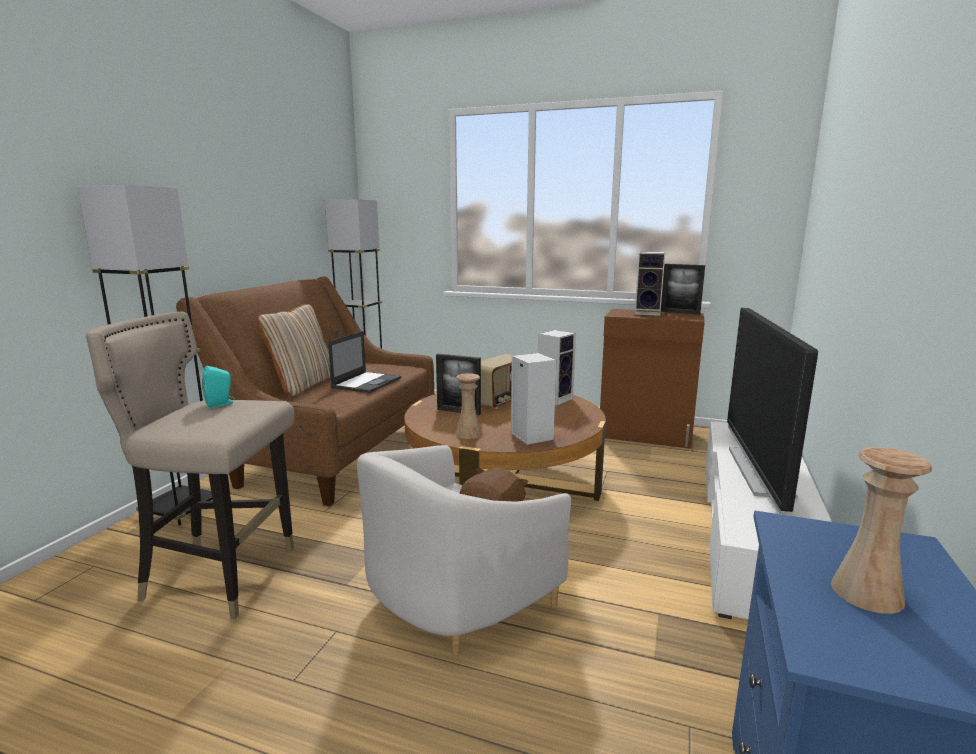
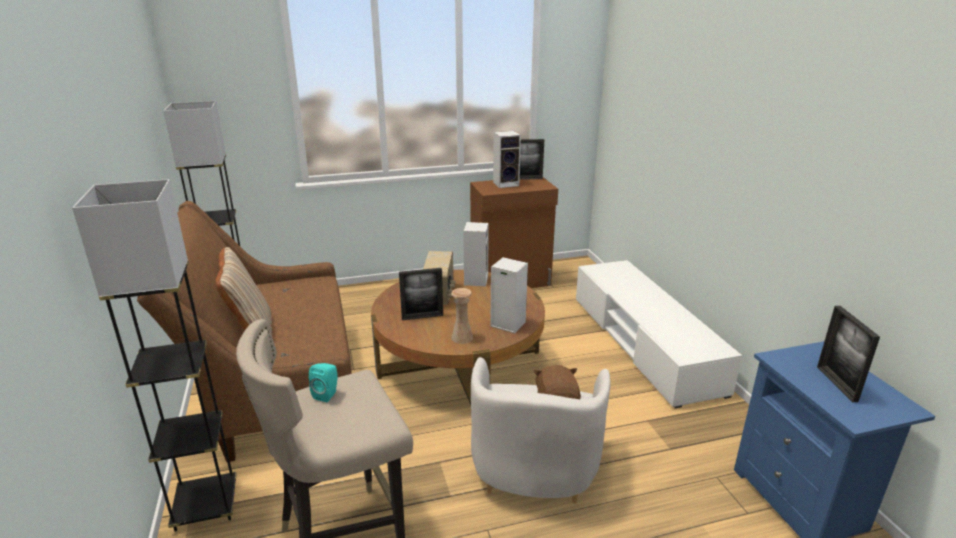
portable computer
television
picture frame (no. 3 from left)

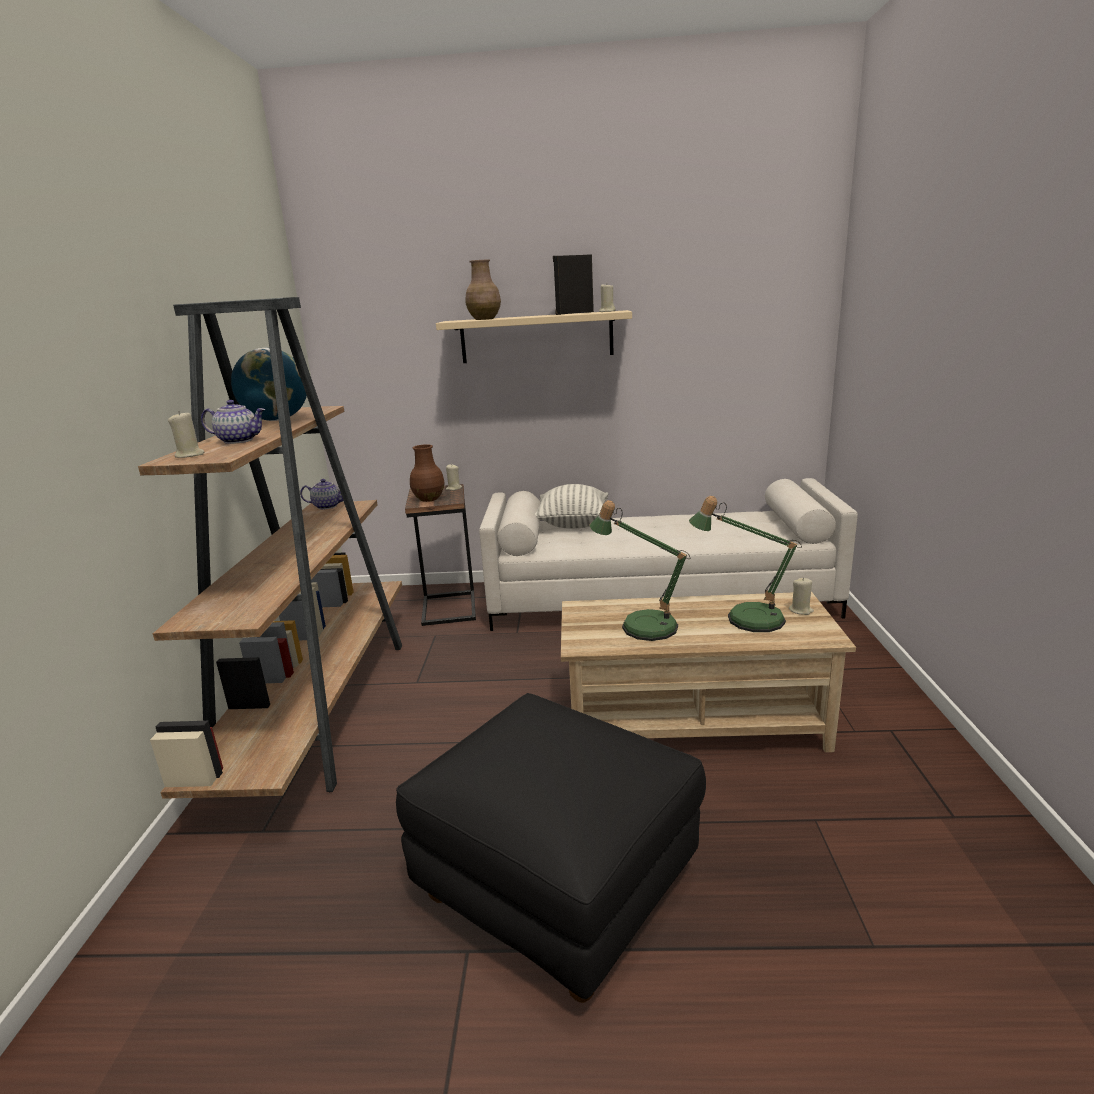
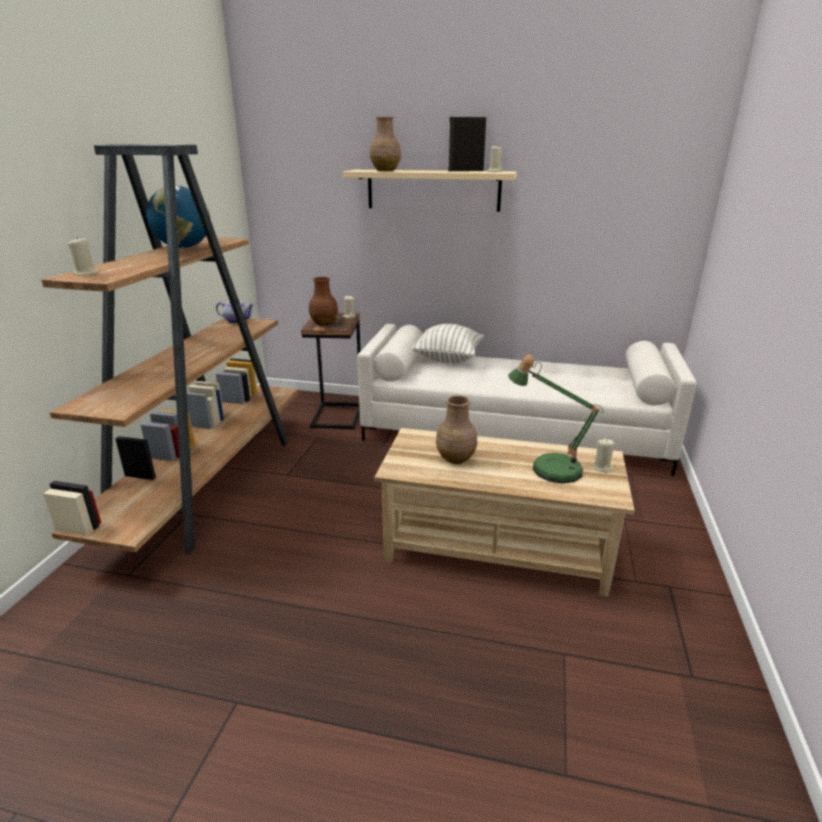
pot for tea (no. 1 from left in the first image)
pouffe in black
decorative vase in brownish (no. 3 from left)

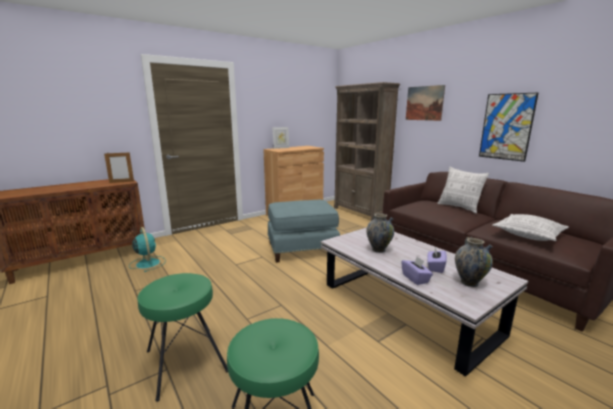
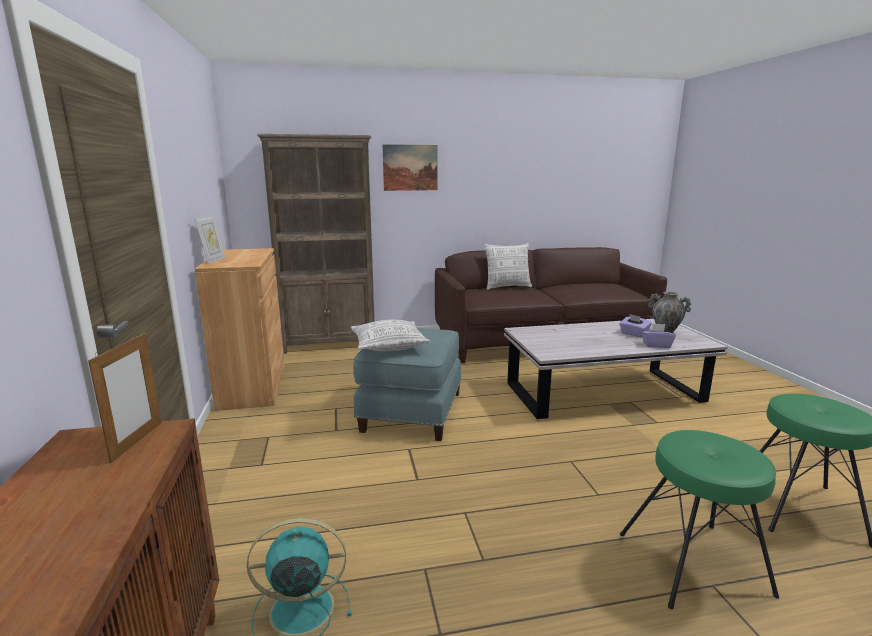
decorative vase (no. 1 from left in the first image)
wall picture (no. 2 from left in the first image)
pillow (no. 1 from left)

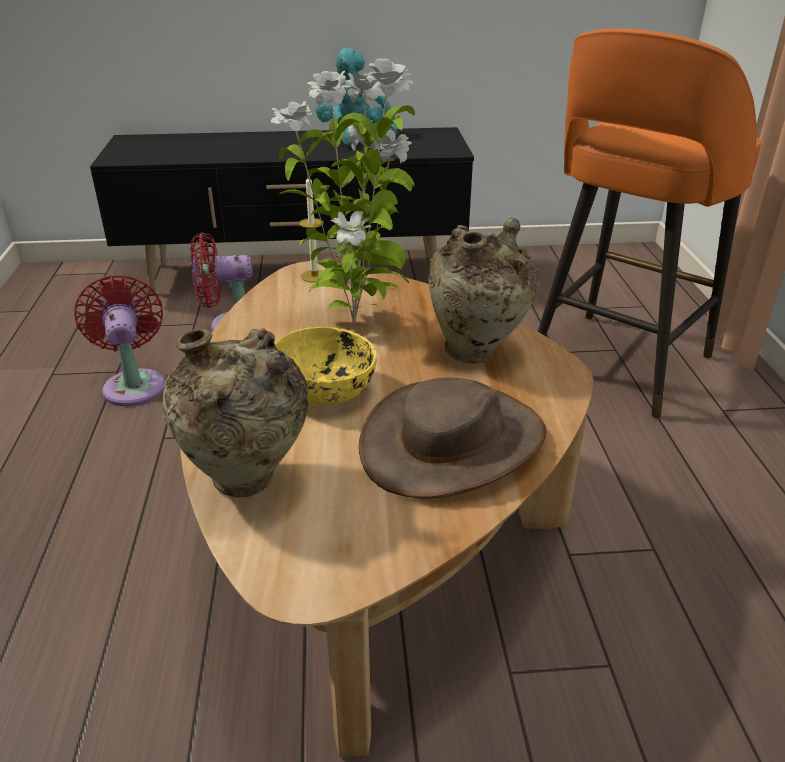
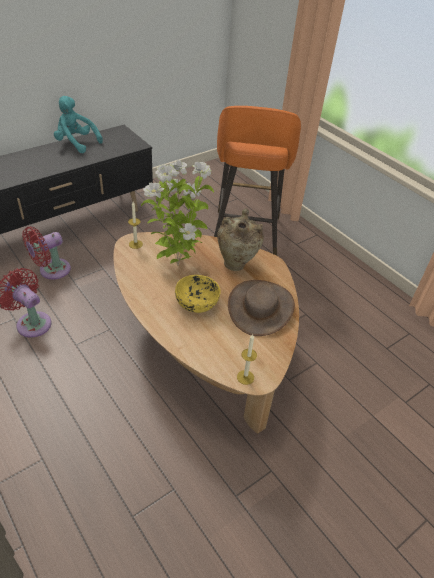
decorative vase in sand-coloured (no. 1 from left in the first image)
candle (no. 2 from left)

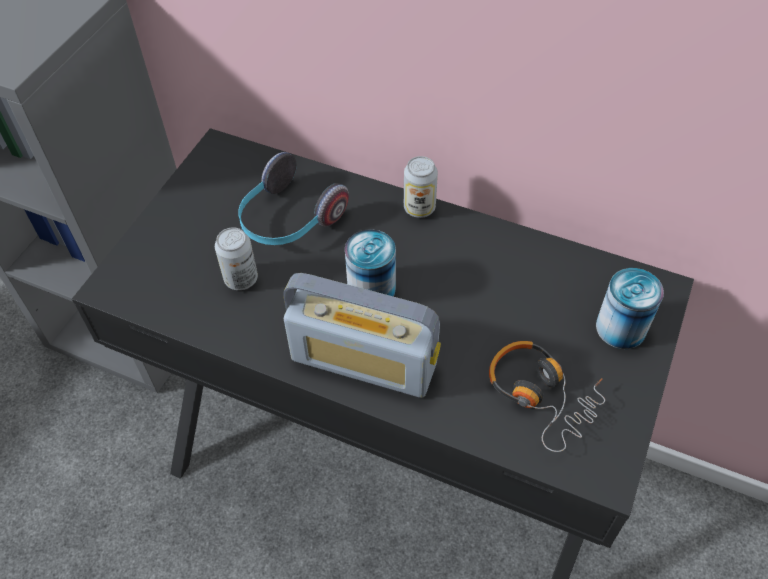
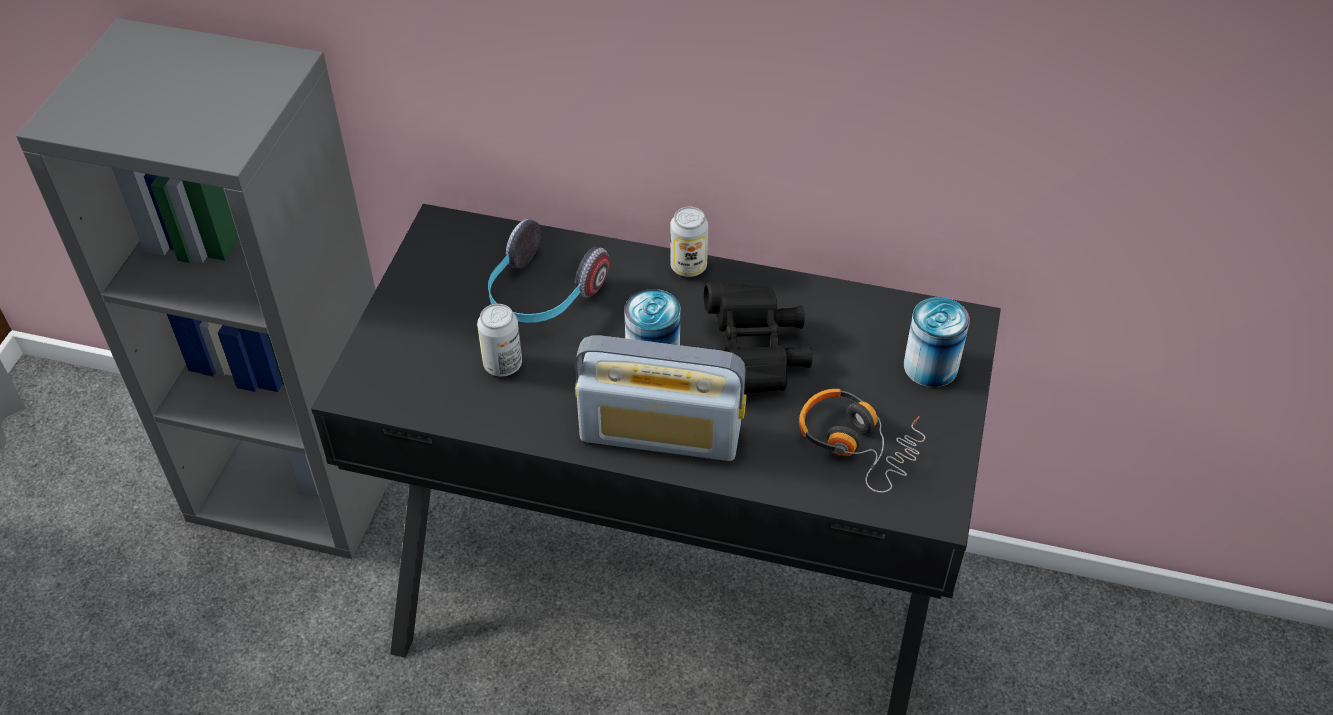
field glasses in black

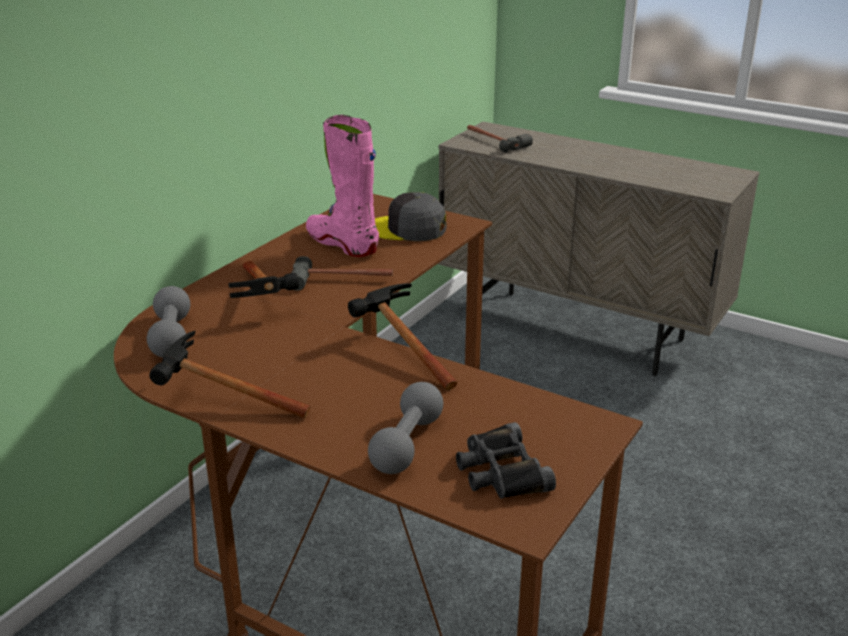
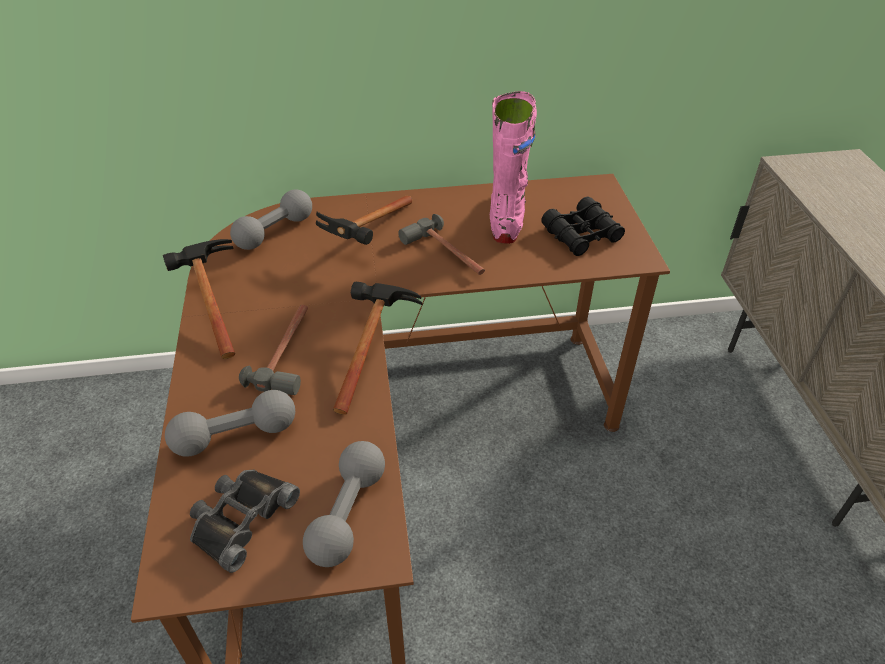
field glasses in black (no. 2 from left)
hand hammer (no. 2 from left)
dumbbell in gray (no. 3 from left)

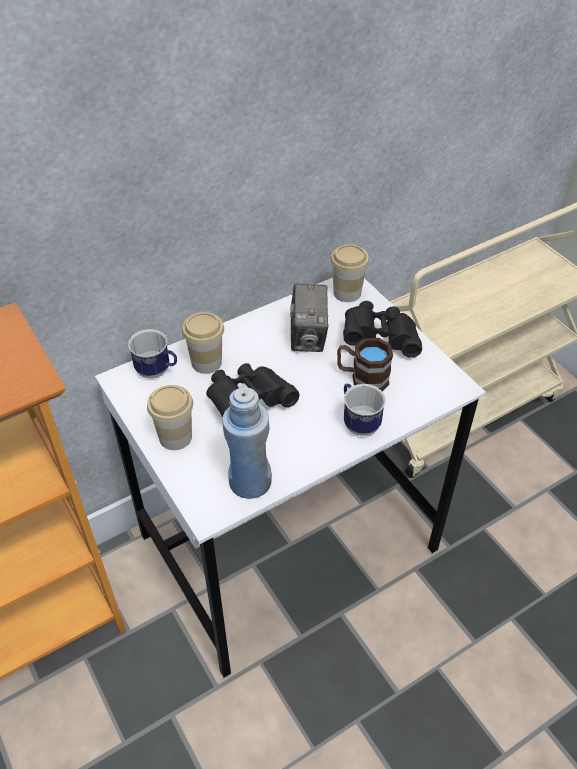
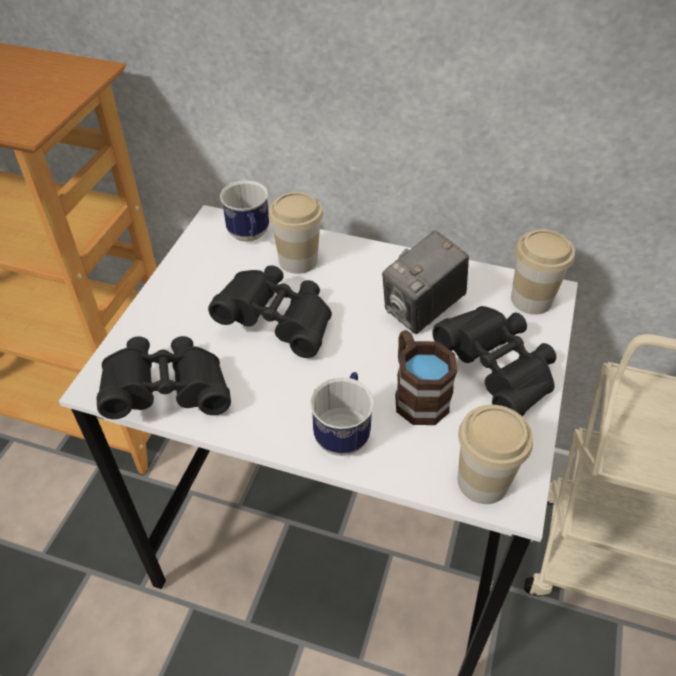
cup (no. 2 from left)
field glasses in black (no. 1 from left)

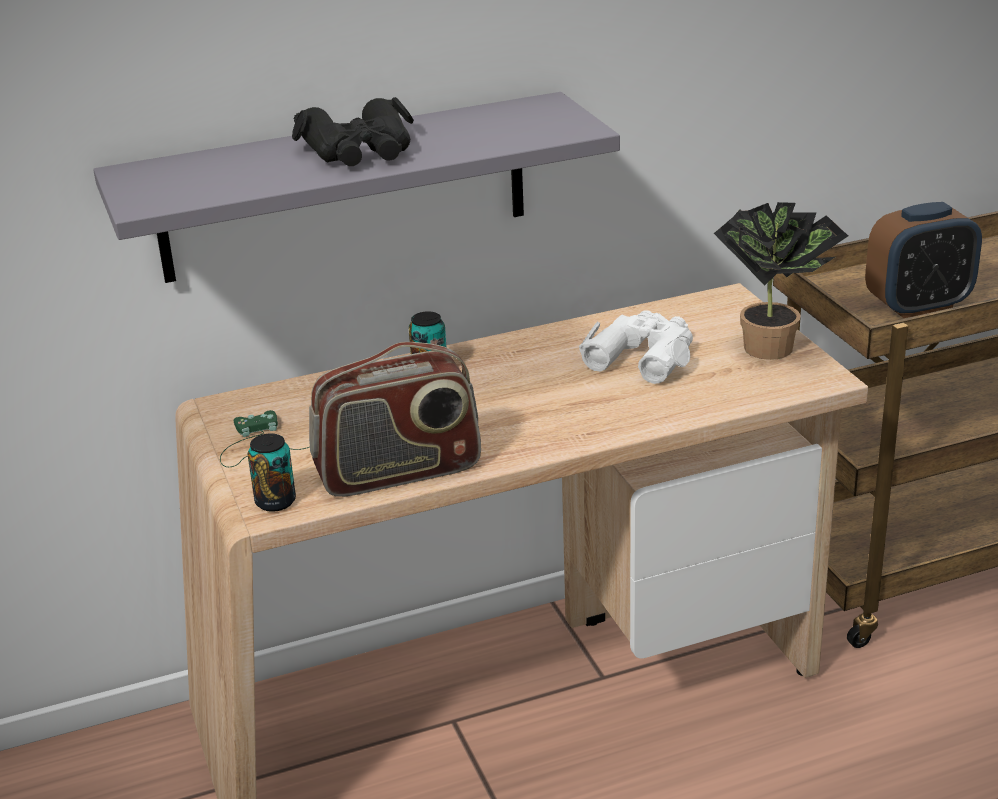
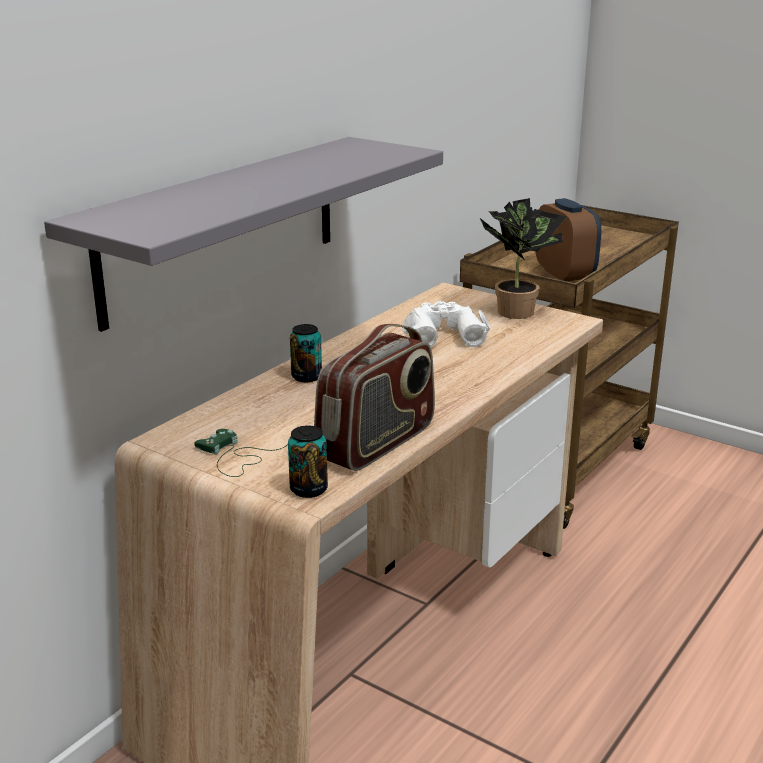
field glasses in black
bedside clock

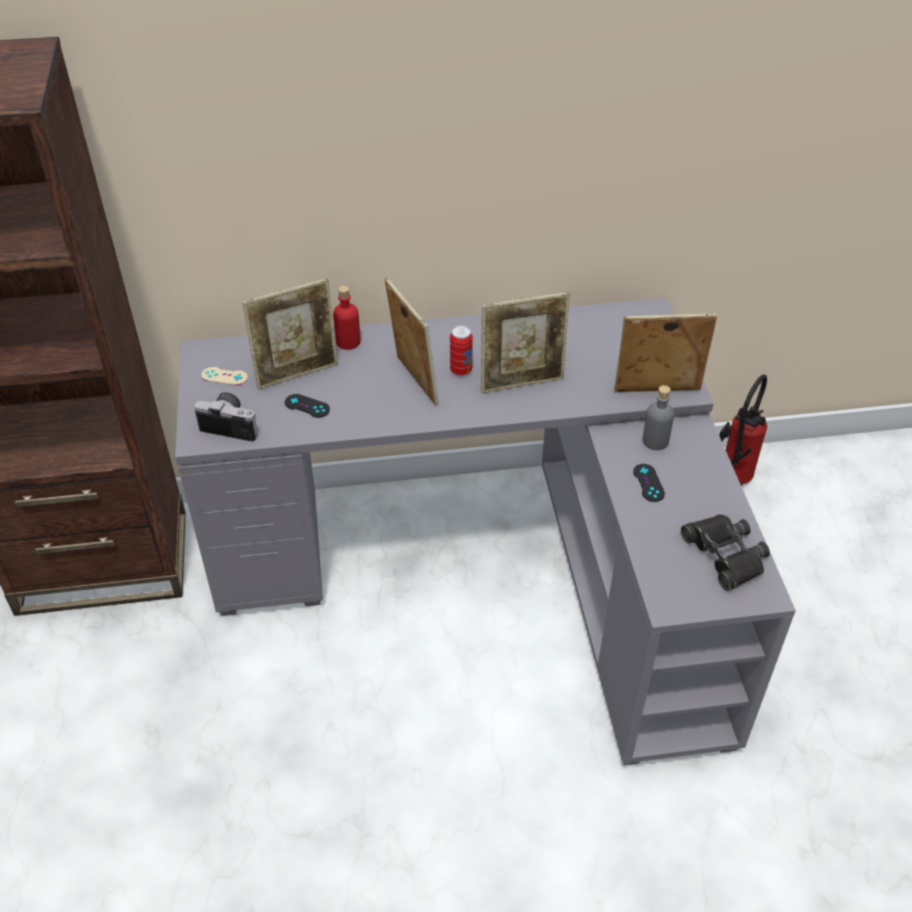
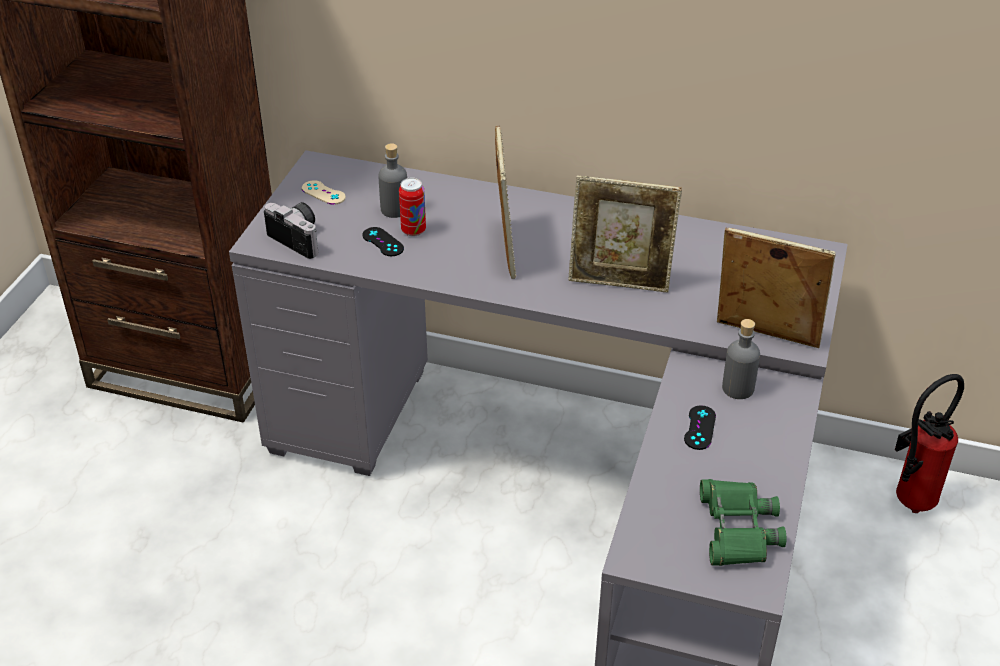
drink bottle in gray (no. 1 from left)
drink bottle in red
can
field glasses in green-coloured

